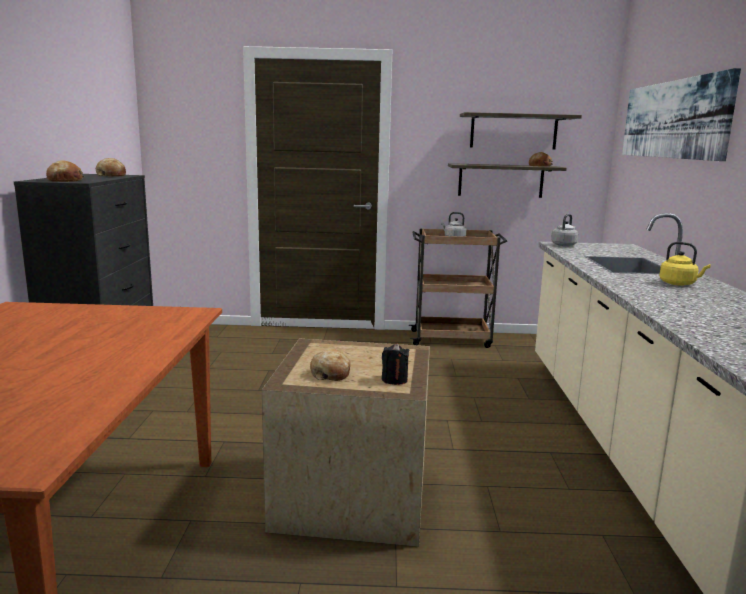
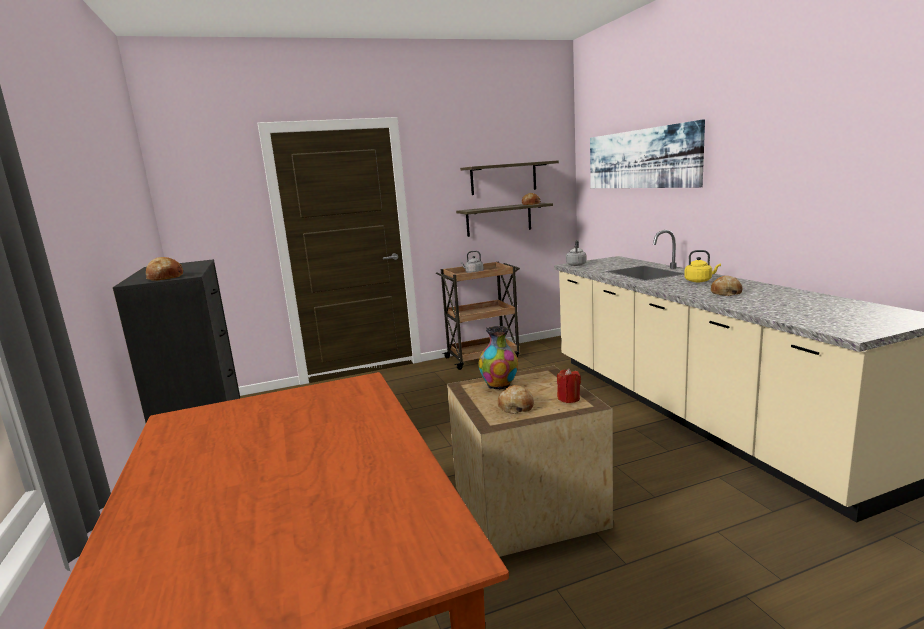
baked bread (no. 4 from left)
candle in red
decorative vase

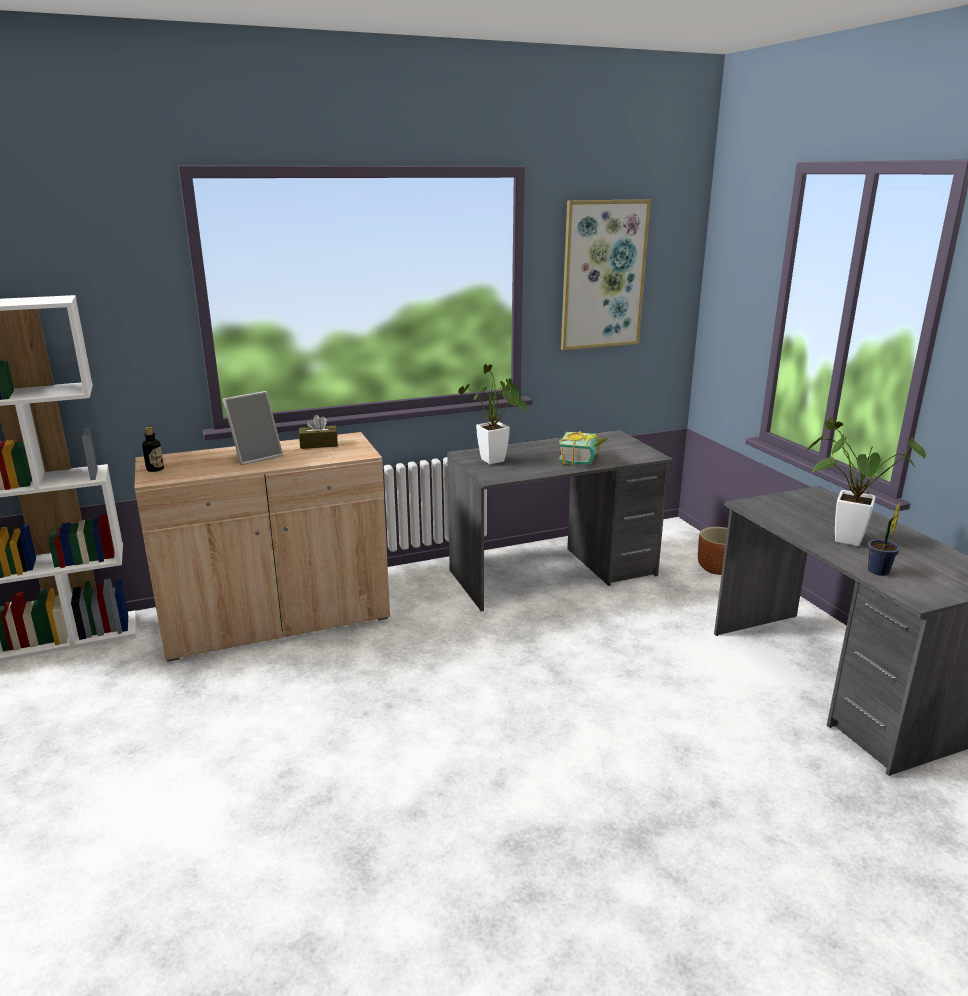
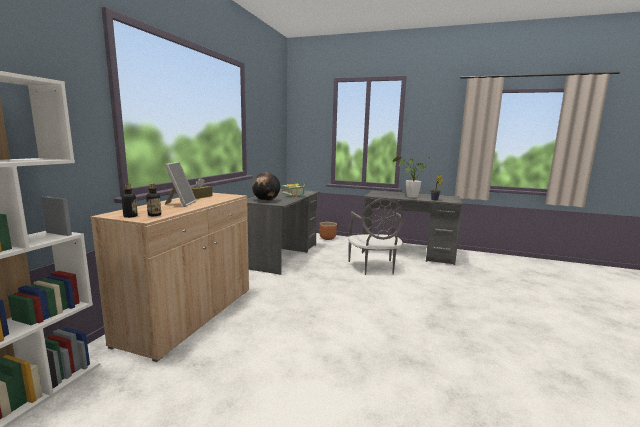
desk globe
wall picture
drink bottle (no. 2 from left)
upright chair in gray

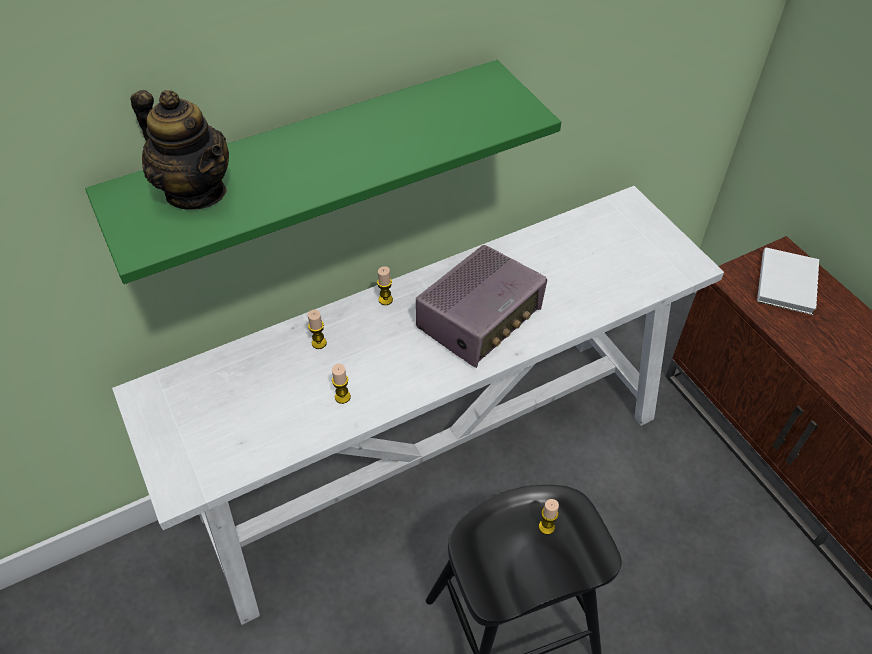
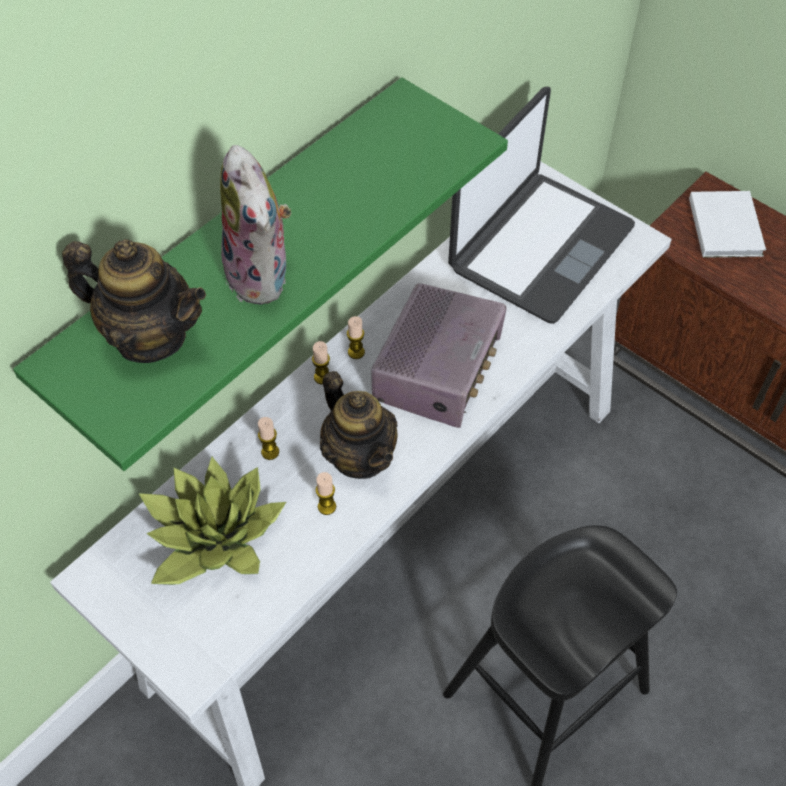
candle (no. 4 from left)
potted plant
cuddly toy
pot for tea (no. 2 from left)
portable computer

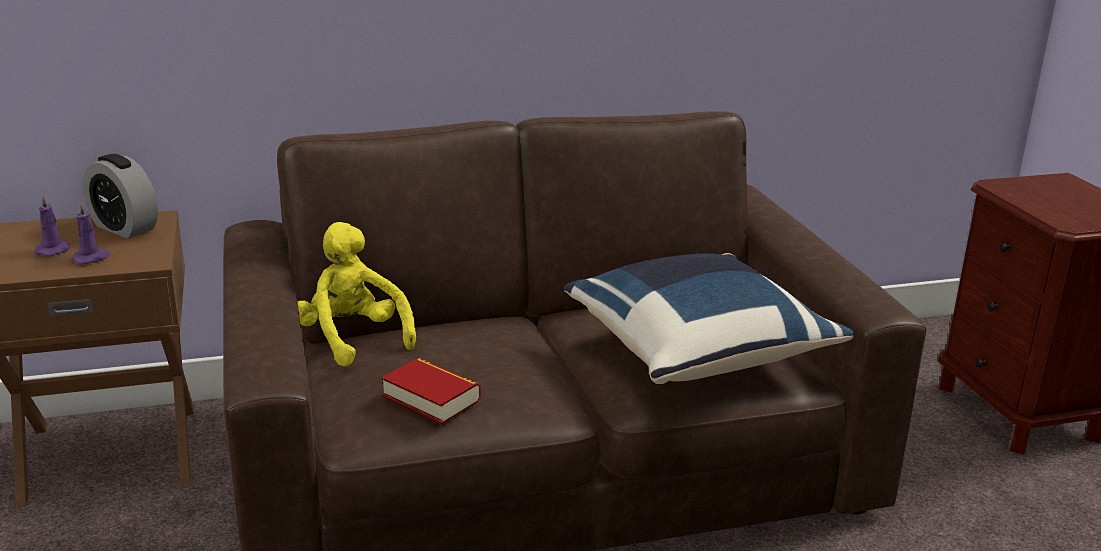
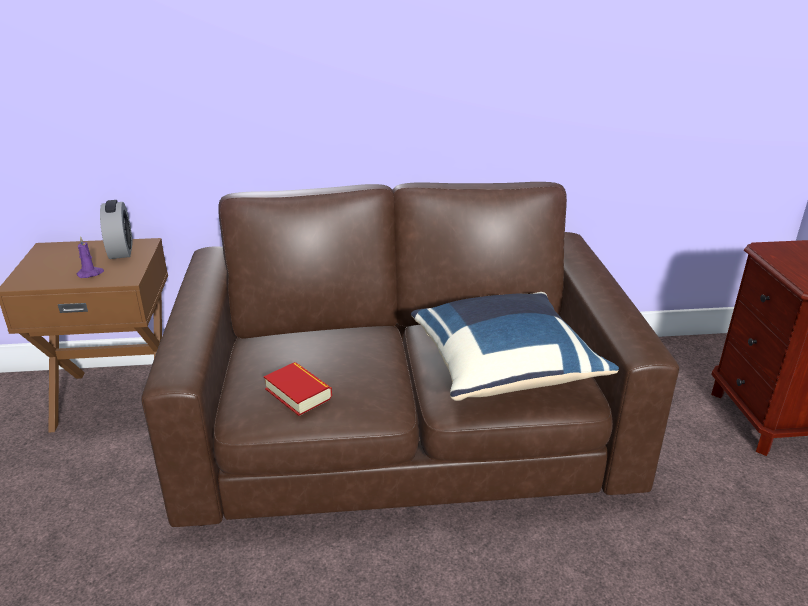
candle in purplish (no. 1 from left in the first image)
bedside clock
cuddly toy in yellow-coloured

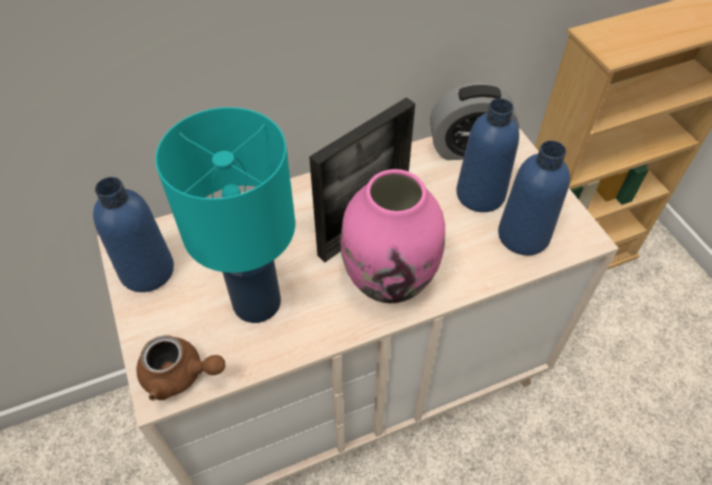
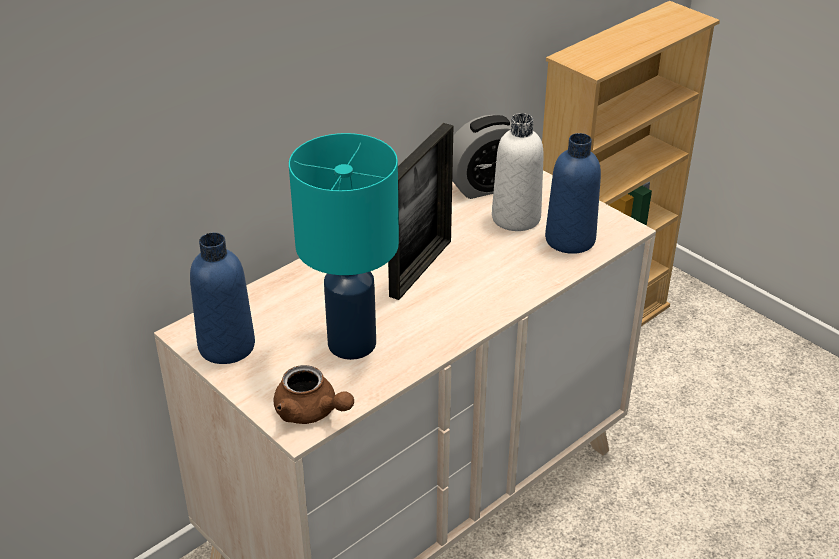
pot for tea in brownish
decorative vase in pink
drink bottle in white-coloured

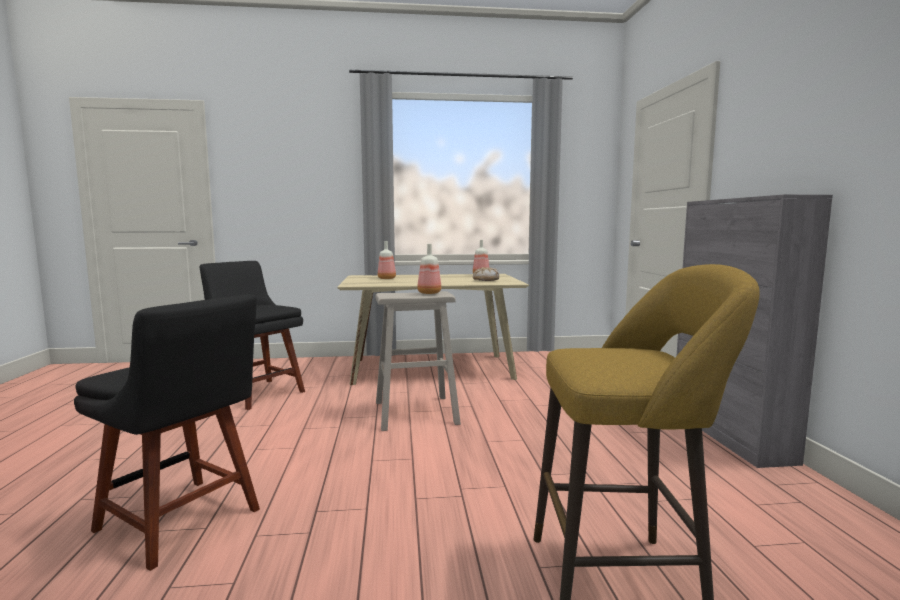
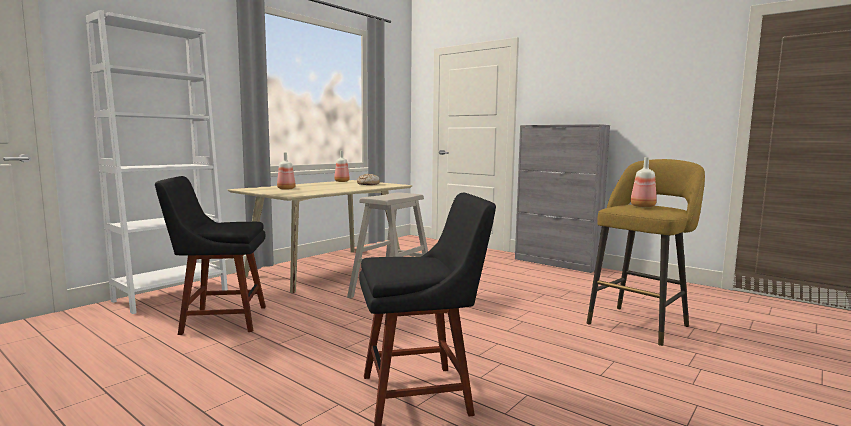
drink bottle (no. 3 from left)
shelving unit in white-coloured

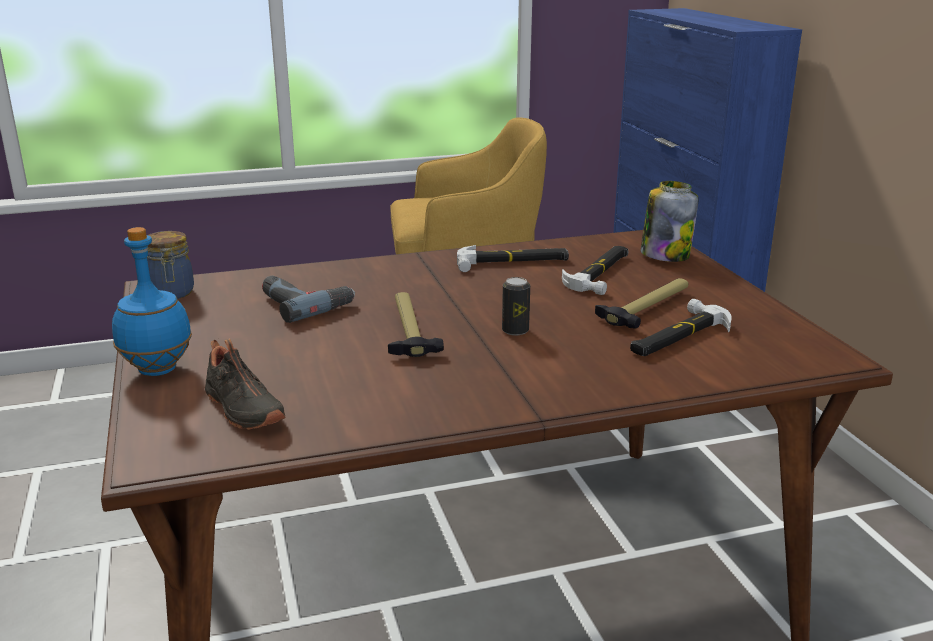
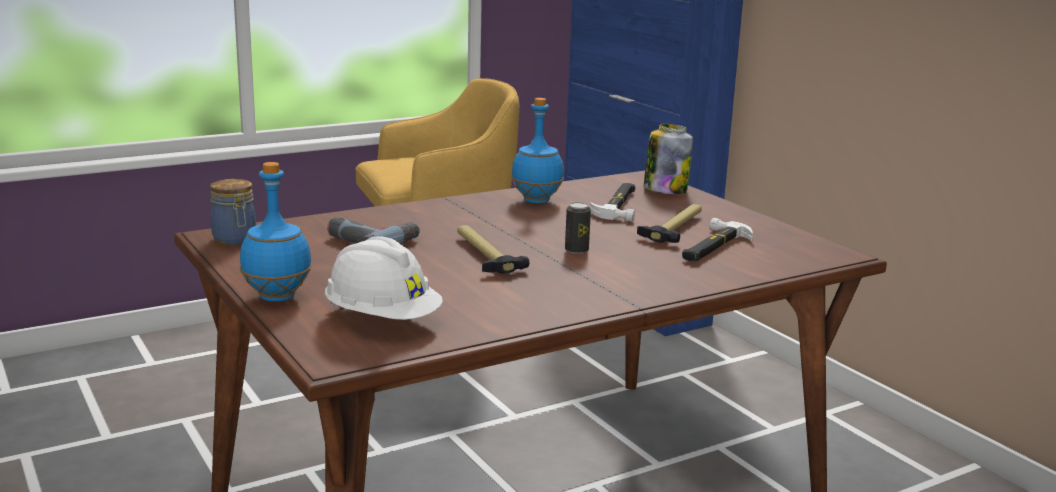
safety helmet in white-coloured
drink bottle in blue (no. 2 from left)

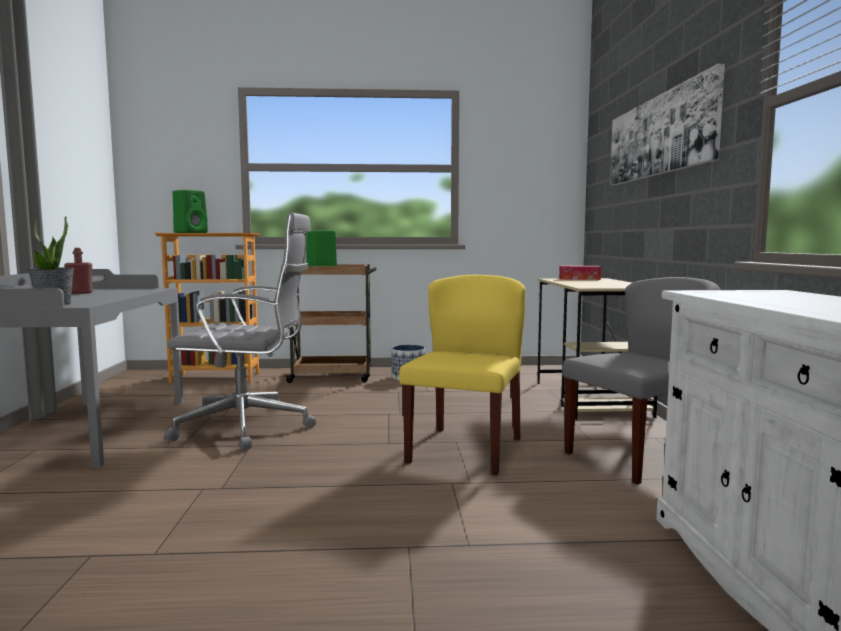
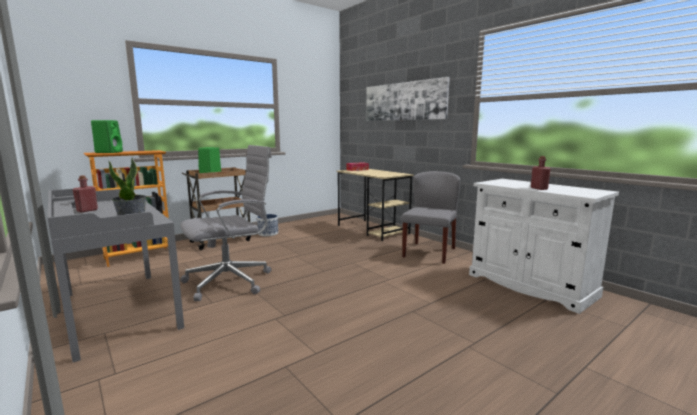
upright chair in yellow-coloured
drink bottle in red (no. 2 from left)

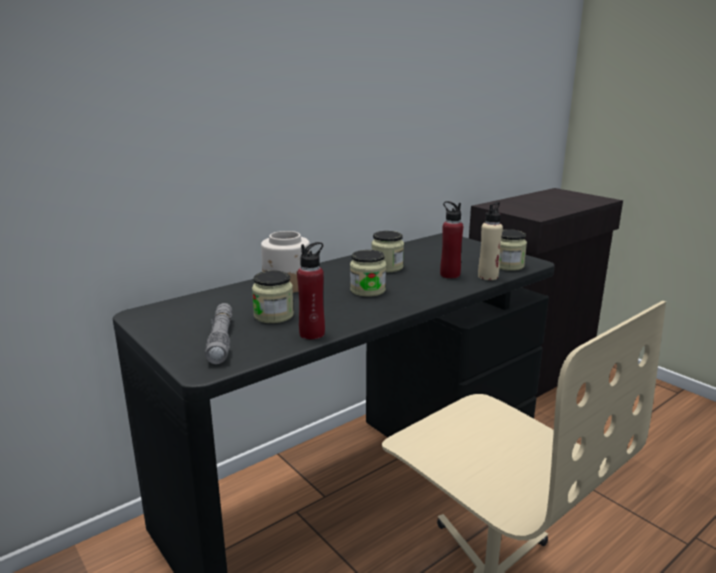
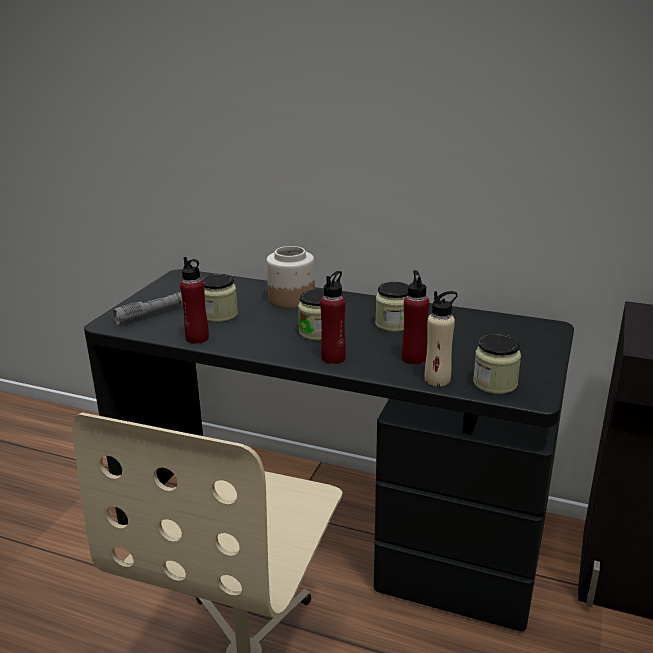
drink bottle in red (no. 2 from left)

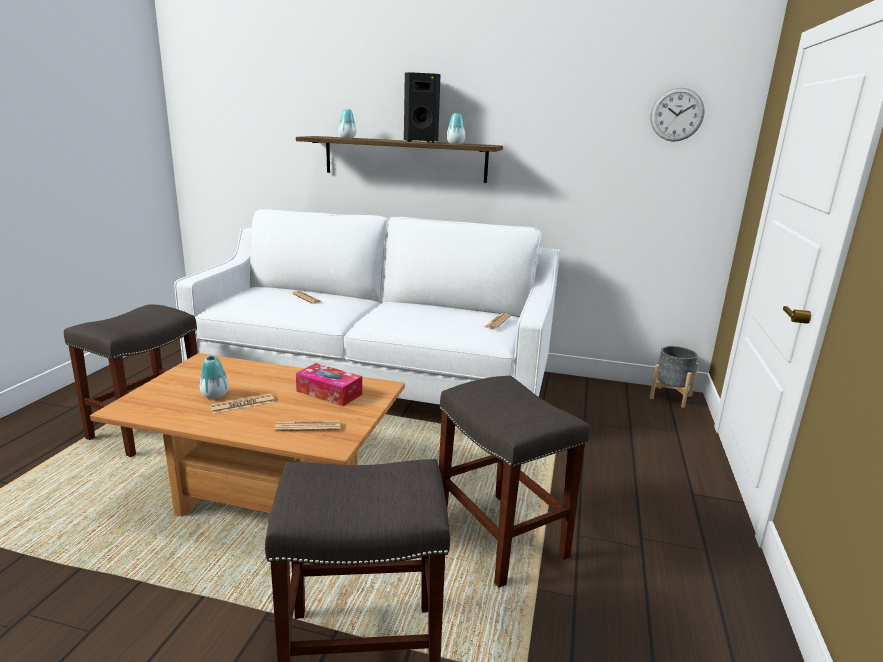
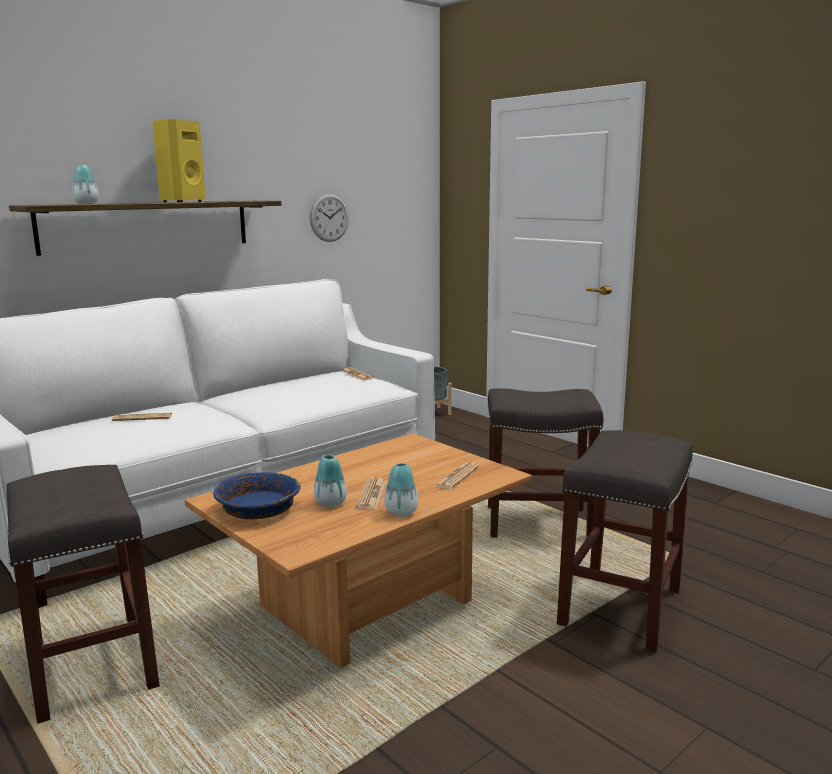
tissue holder
loudspeaker in yellow-coloured
decorative vase (no. 3 from left)
wall clock
bowl in blue

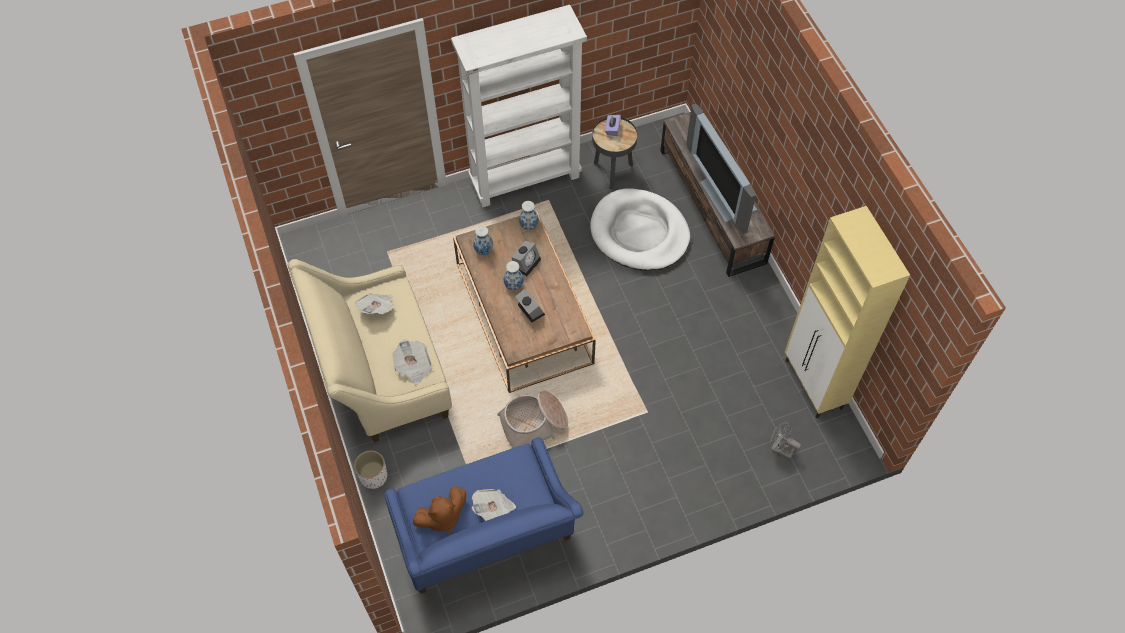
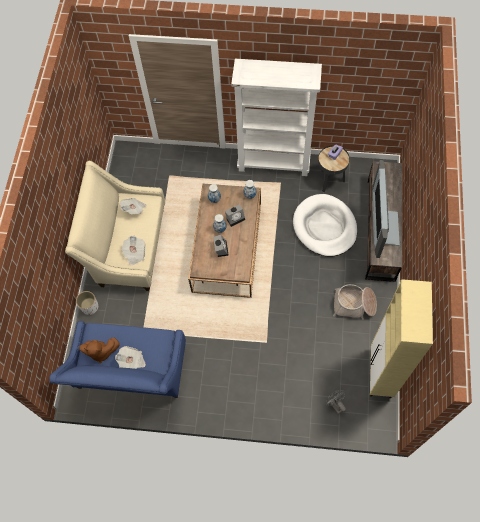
storage basket

